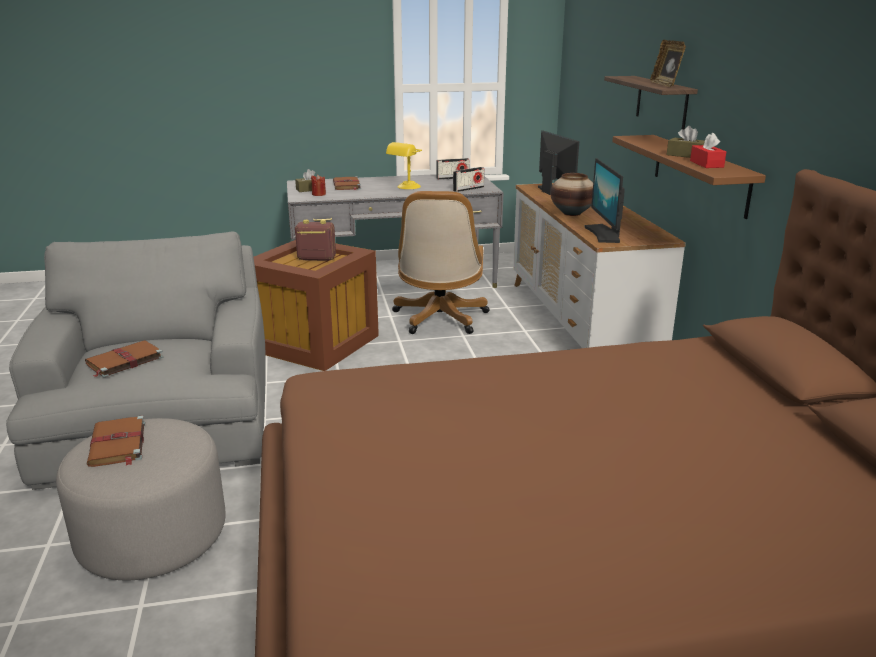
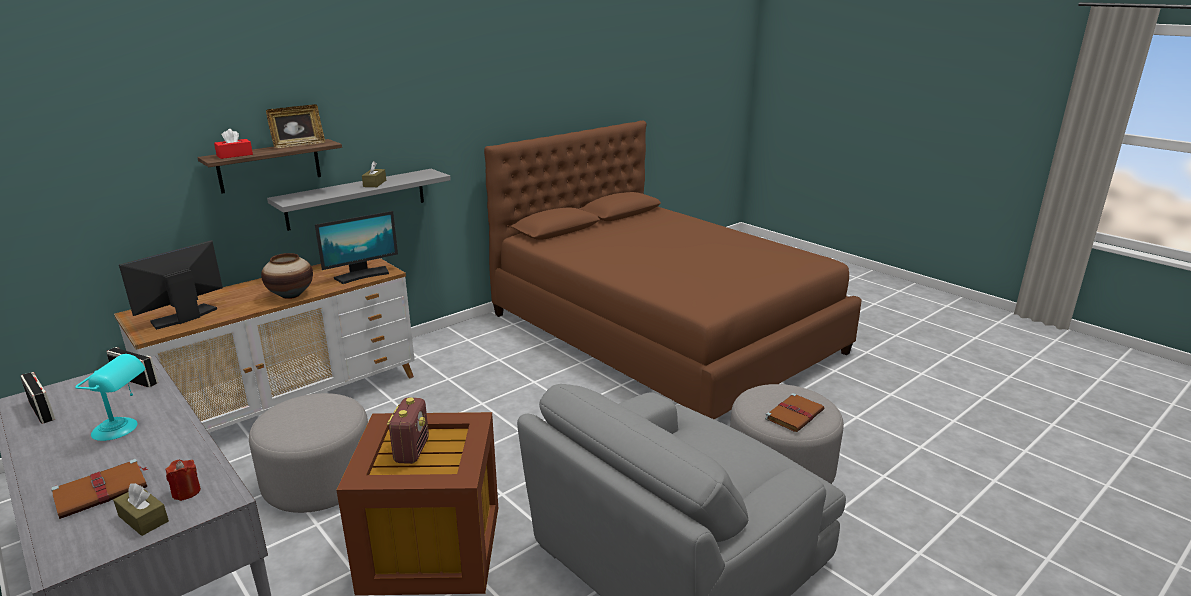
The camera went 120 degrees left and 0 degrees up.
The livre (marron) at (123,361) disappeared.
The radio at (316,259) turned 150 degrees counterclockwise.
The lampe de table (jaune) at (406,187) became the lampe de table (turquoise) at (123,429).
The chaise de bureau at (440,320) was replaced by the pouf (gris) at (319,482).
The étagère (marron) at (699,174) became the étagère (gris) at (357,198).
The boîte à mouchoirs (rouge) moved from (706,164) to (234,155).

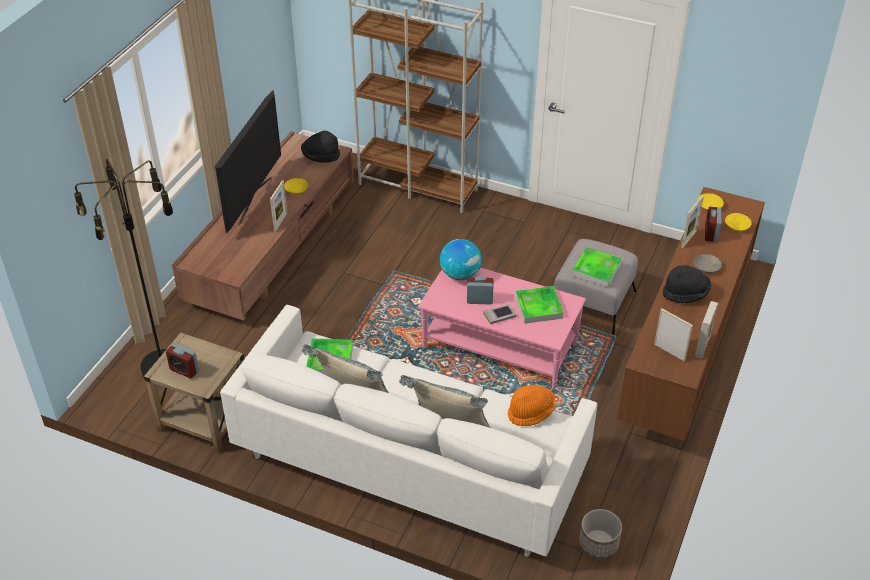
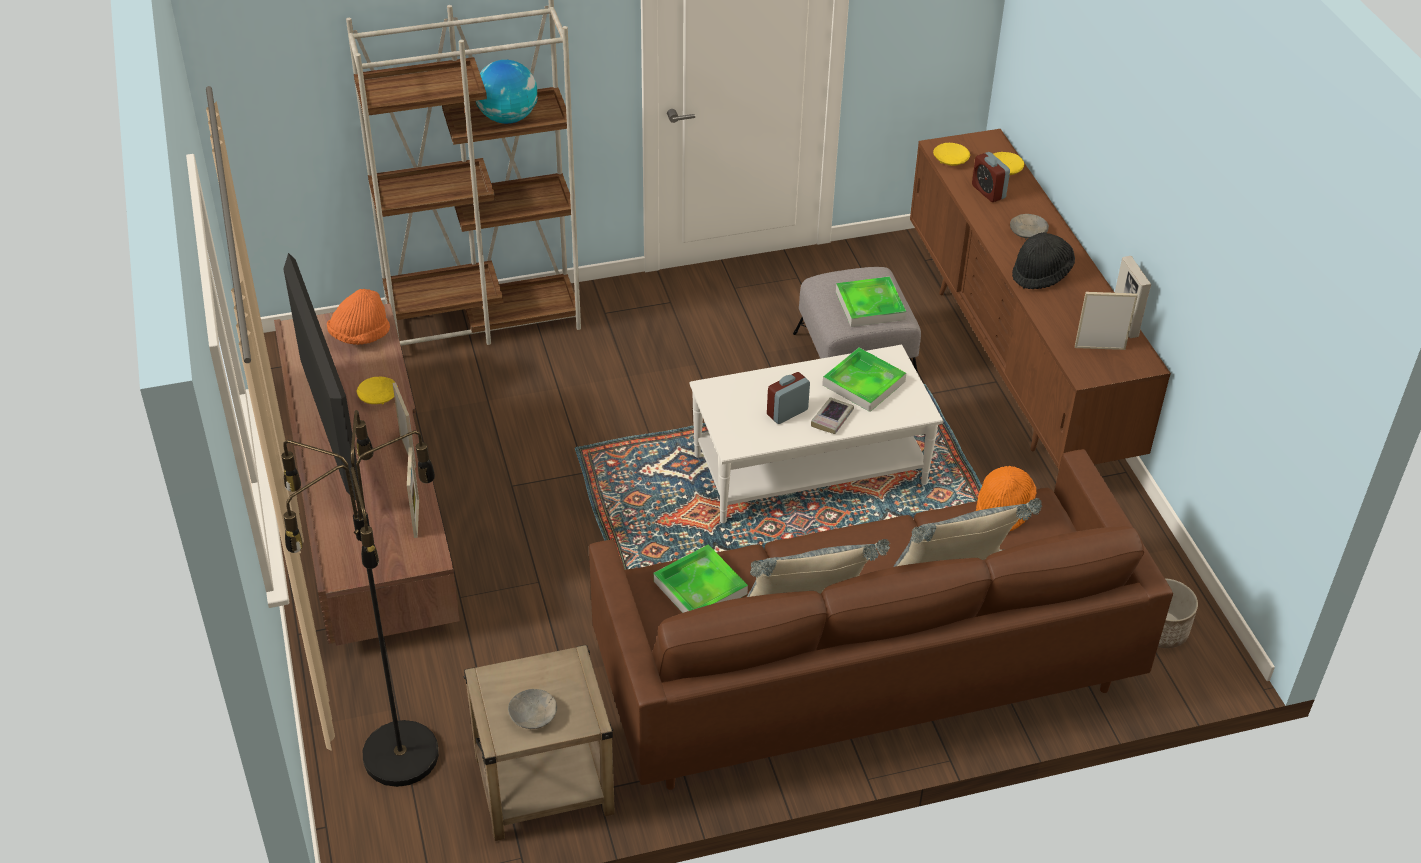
The camera went 40 degrees left and 0 degrees up.
The réveil at (184,370) was replaced by the bol (gris) at (533,715).
The canapé (blanc) at (409,463) became the canapé (marron) at (864,673).
The chapeau (noir) at (320,157) became the chapeau (orange) at (360,335).
The table basse (rose) at (498,346) became the table basse (blanc) at (808,470).
The globe moved from (460,274) to (507,118).
The cadre photo moved from (689,239) to (416,518).

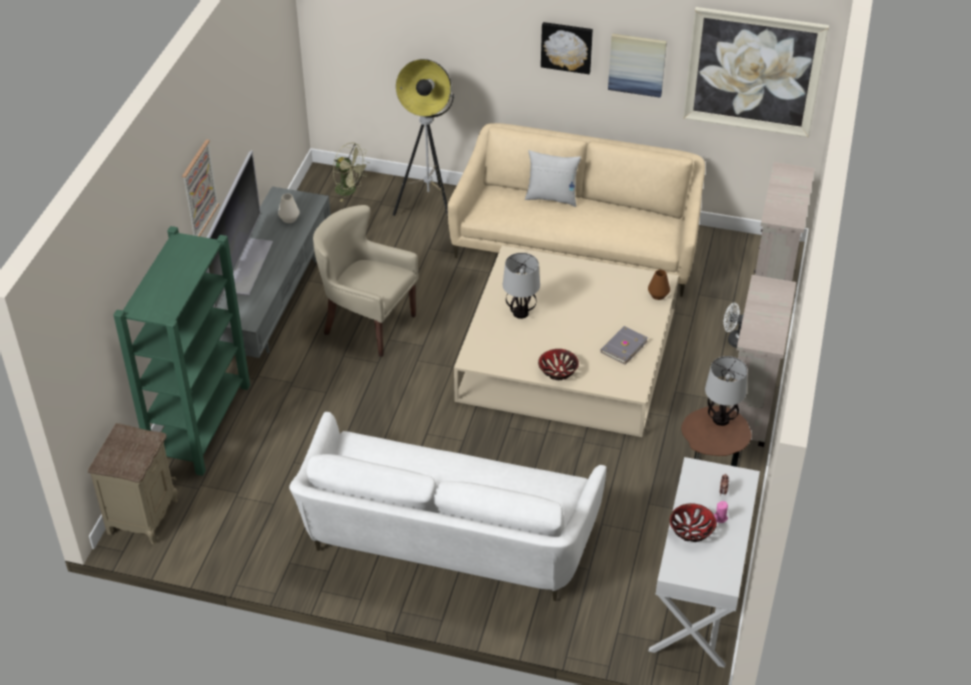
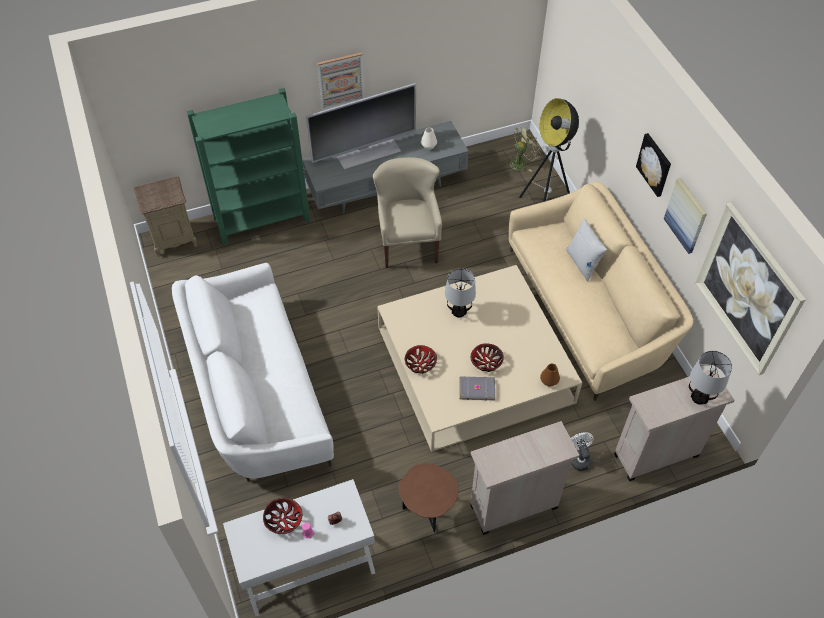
The camera went 55 degrees right and 10 degrees up.
The ventilateur (vert) at (350,191) turned 120 degrees counterclockwise.
The lampe de table moved from (720,420) to (698,398).
The bol at (486,362) appeared.

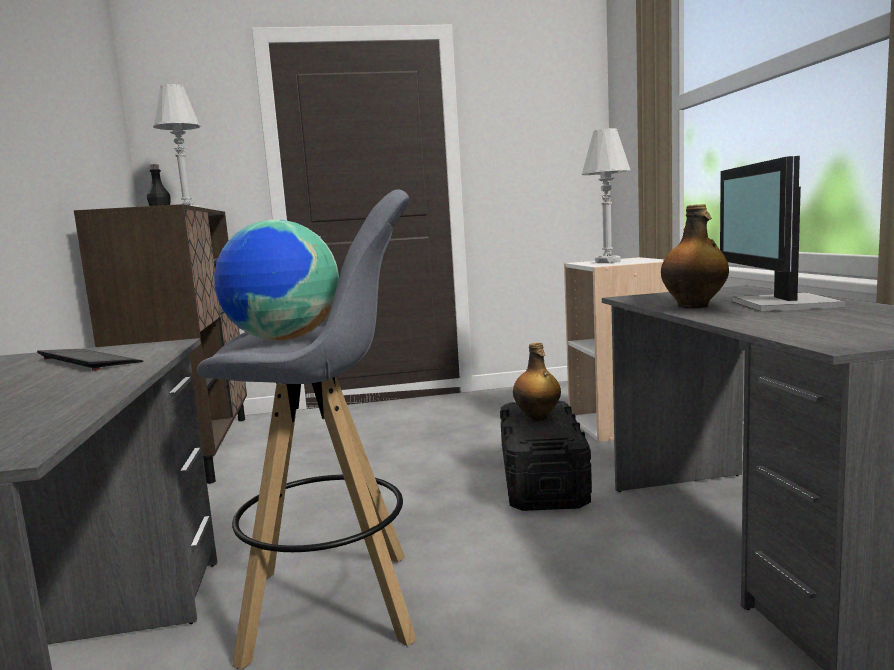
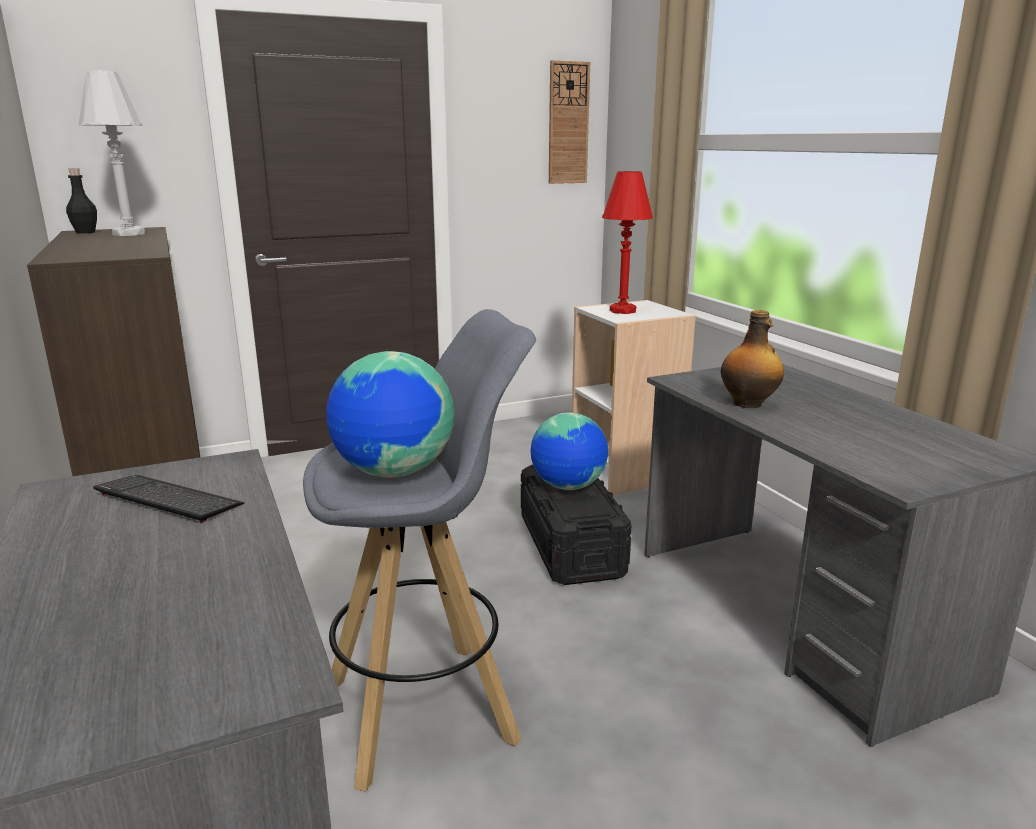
The camera went 15 degrees left and 10 degrees up.
The bouteille at (537,417) was replaced by the globe at (568,486).
The lampe de table (blanc) at (607,262) became the lampe de table (rouge) at (622,311).
The écran d'ordinateur at (780,304) disappeared.
The horloge murale at (568,123) appeared.

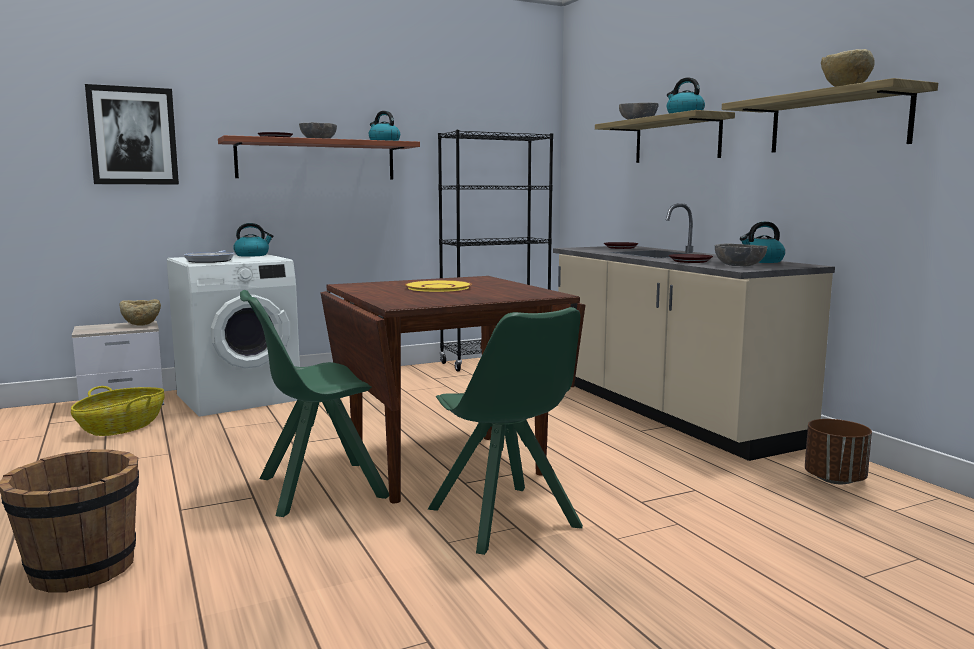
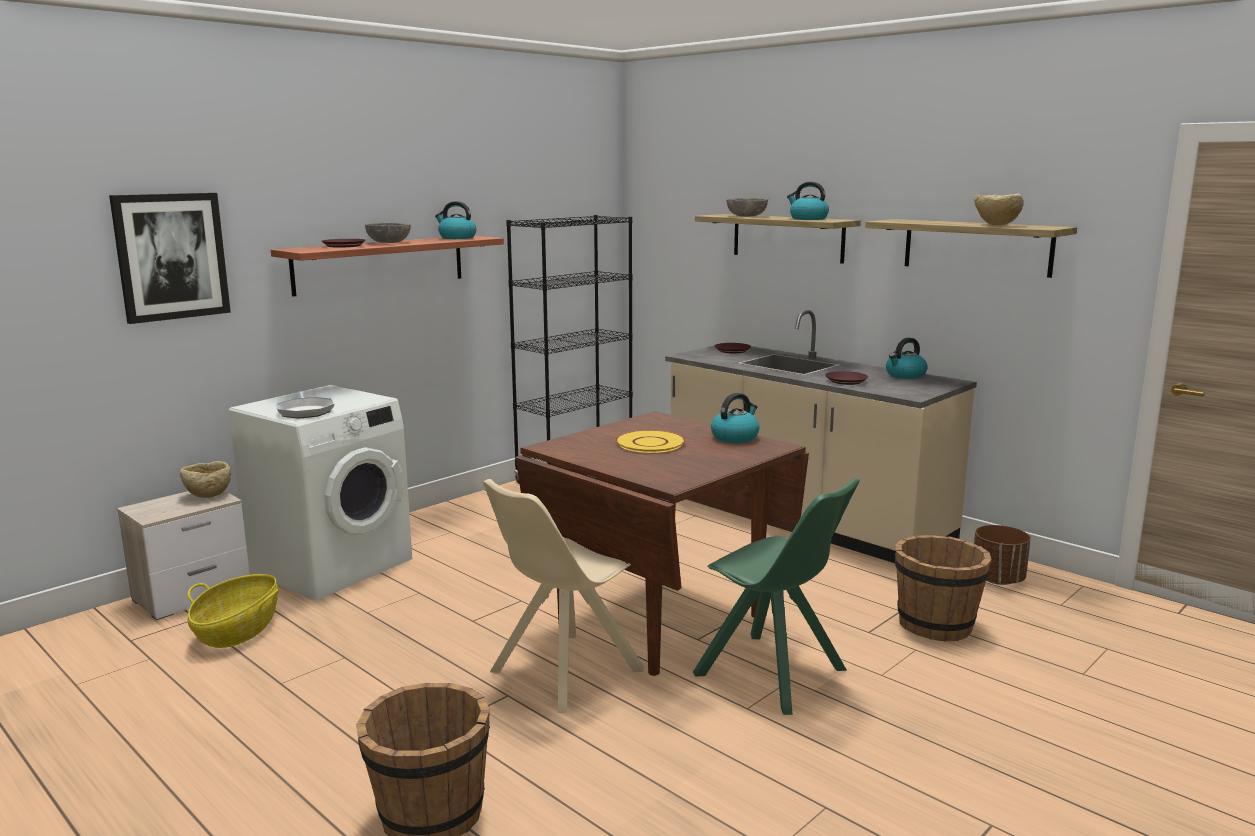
The camera went 20 degrees left and 5 degrees up.
The bouilloire moved from (252,255) to (735,437).
The chaise (vert) at (318,488) became the chaise (beige) at (563,672).
The bol (gris) at (739,266) disappeared.
The seau (marron) at (935,625) appeared.

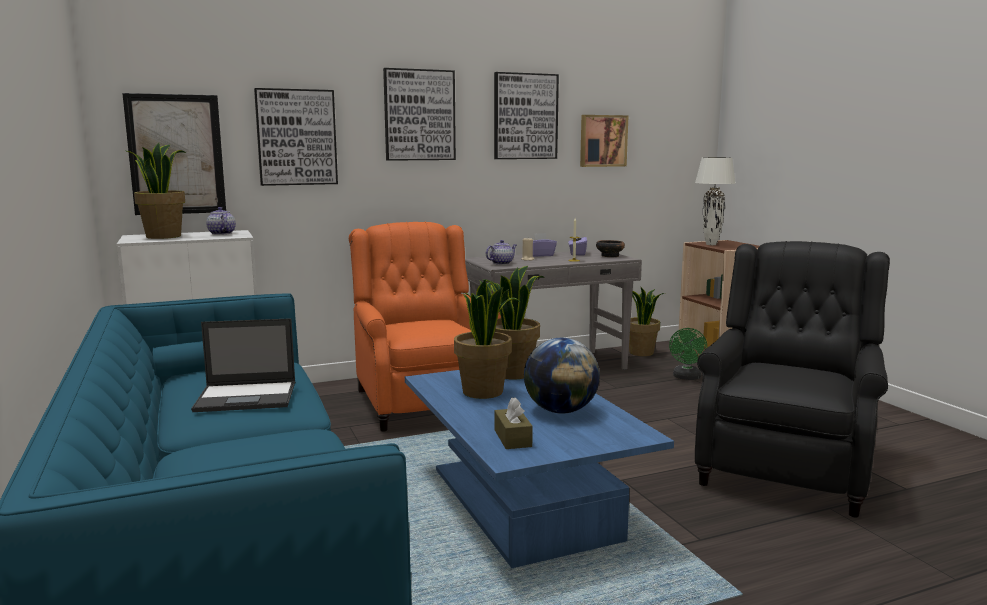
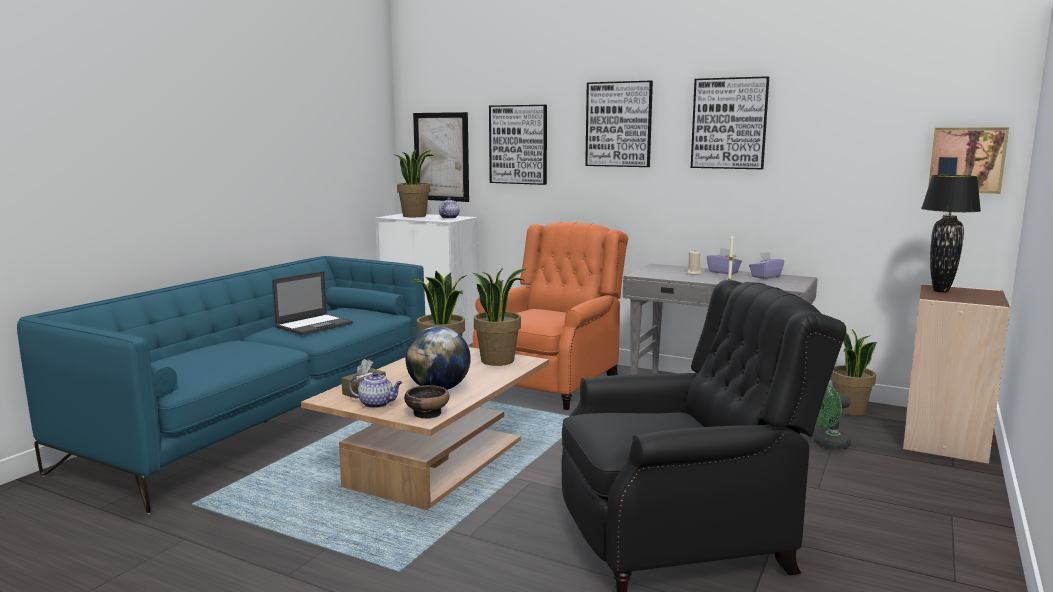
The camera went 50 degrees right and 0 degrees up.
The ordinateur portable at (248,397) turned 90 degrees counterclockwise.
The table basse (bleu) at (522,503) became the table basse (marron) at (437,462).
The théière moved from (501,263) to (377,404).
The tableau moved from (602,141) to (967,160).
The bol moved from (609,256) to (427,413).
The lampe de table (blanc) at (711,244) became the lampe de table (noir) at (940,291).

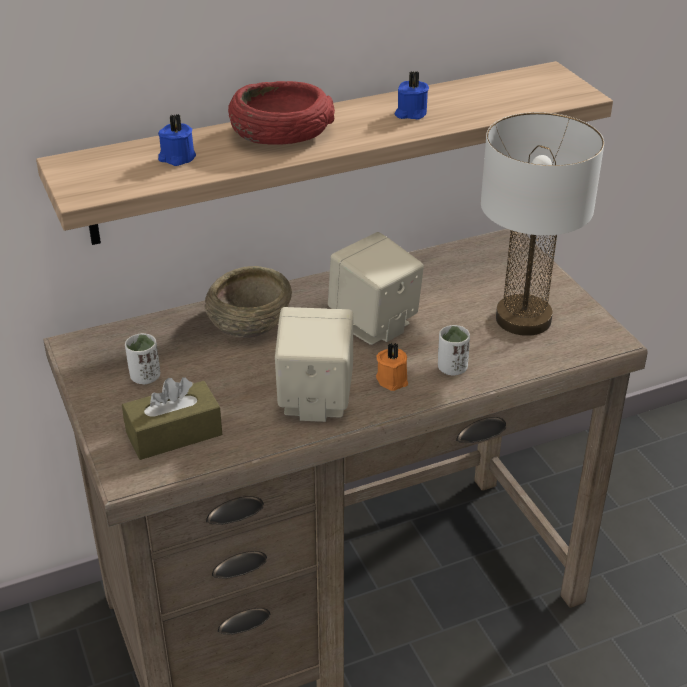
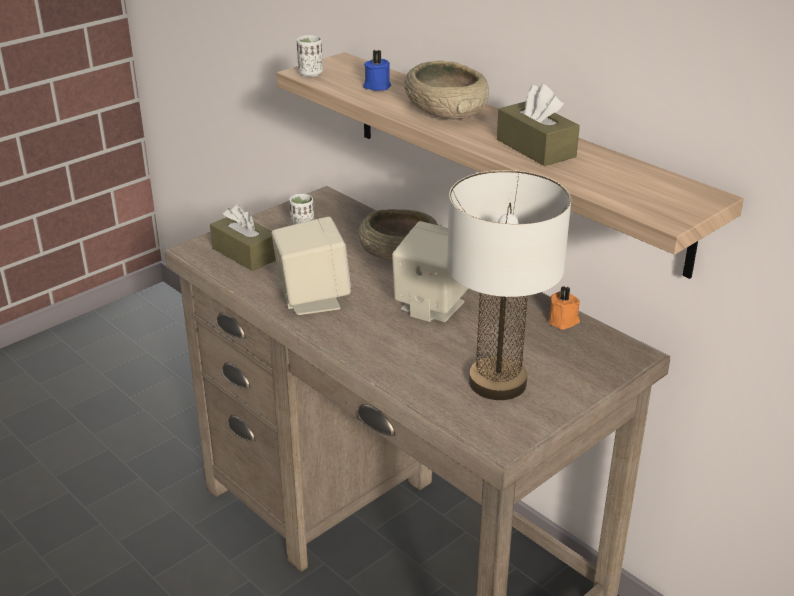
The camera went 70 degrees right and 5 degrees down.
The bol (rouge) at (280,134) became the bol (beige) at (447,109).
The bougie (orange) moved from (393,379) to (564,321).
The bougie (bleu) at (410,113) was replaced by the boîte à mouchoirs (marron) at (535,148).
The tasse (blanc) moved from (452,368) to (310,73).

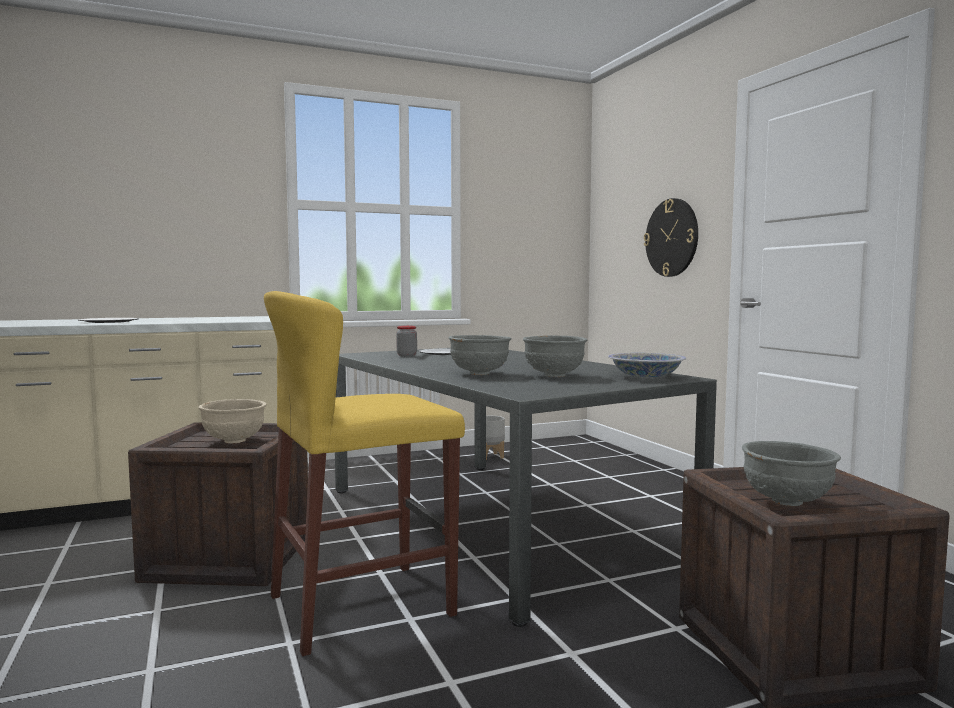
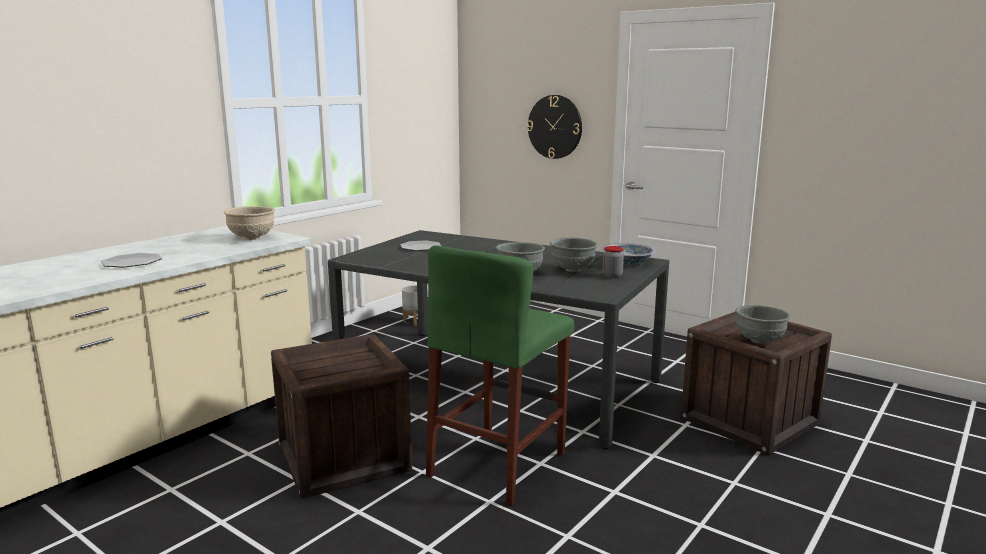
The camera went 30 degrees left and 10 degrees up.
The bol (beige) moved from (234,441) to (252,238).
The tabouret (jaune) at (362,605) became the tabouret (vert) at (498,464).
The bocal moved from (407,355) to (612,276).

